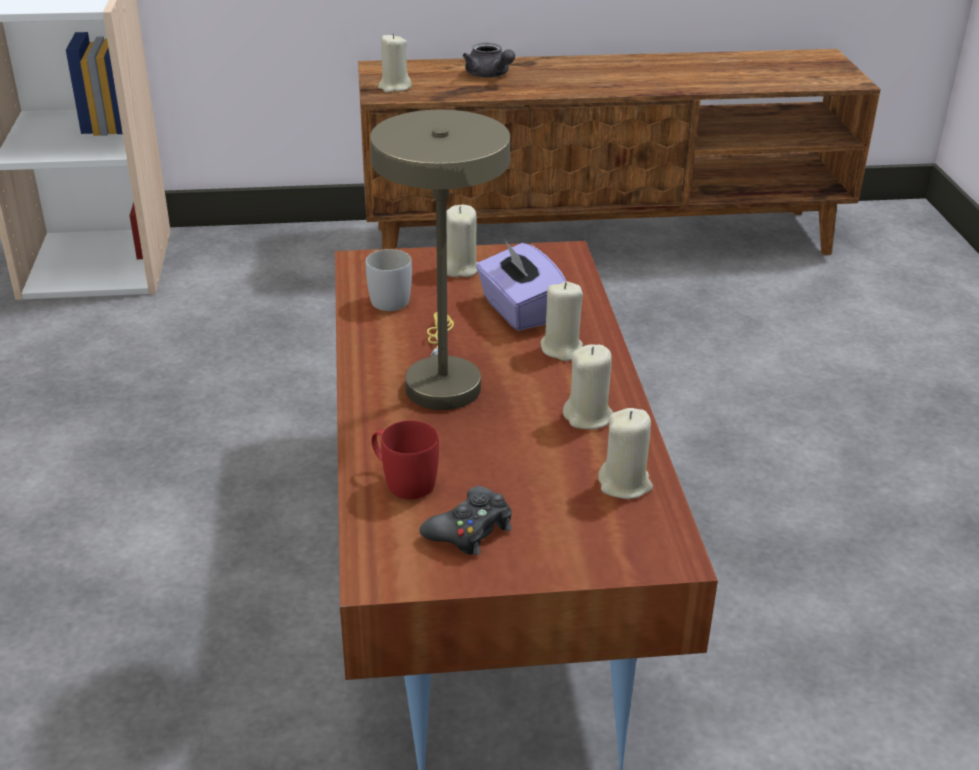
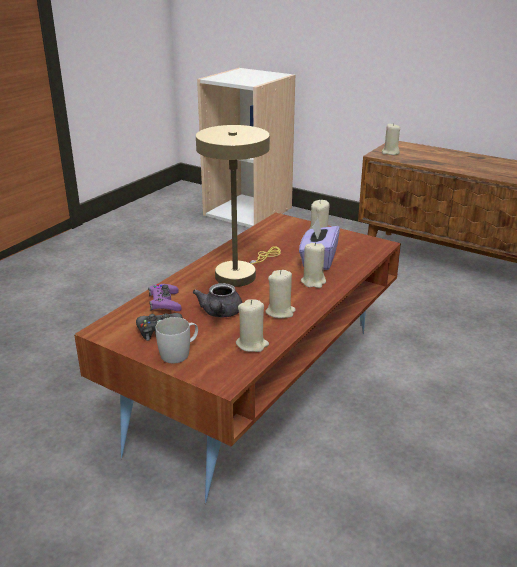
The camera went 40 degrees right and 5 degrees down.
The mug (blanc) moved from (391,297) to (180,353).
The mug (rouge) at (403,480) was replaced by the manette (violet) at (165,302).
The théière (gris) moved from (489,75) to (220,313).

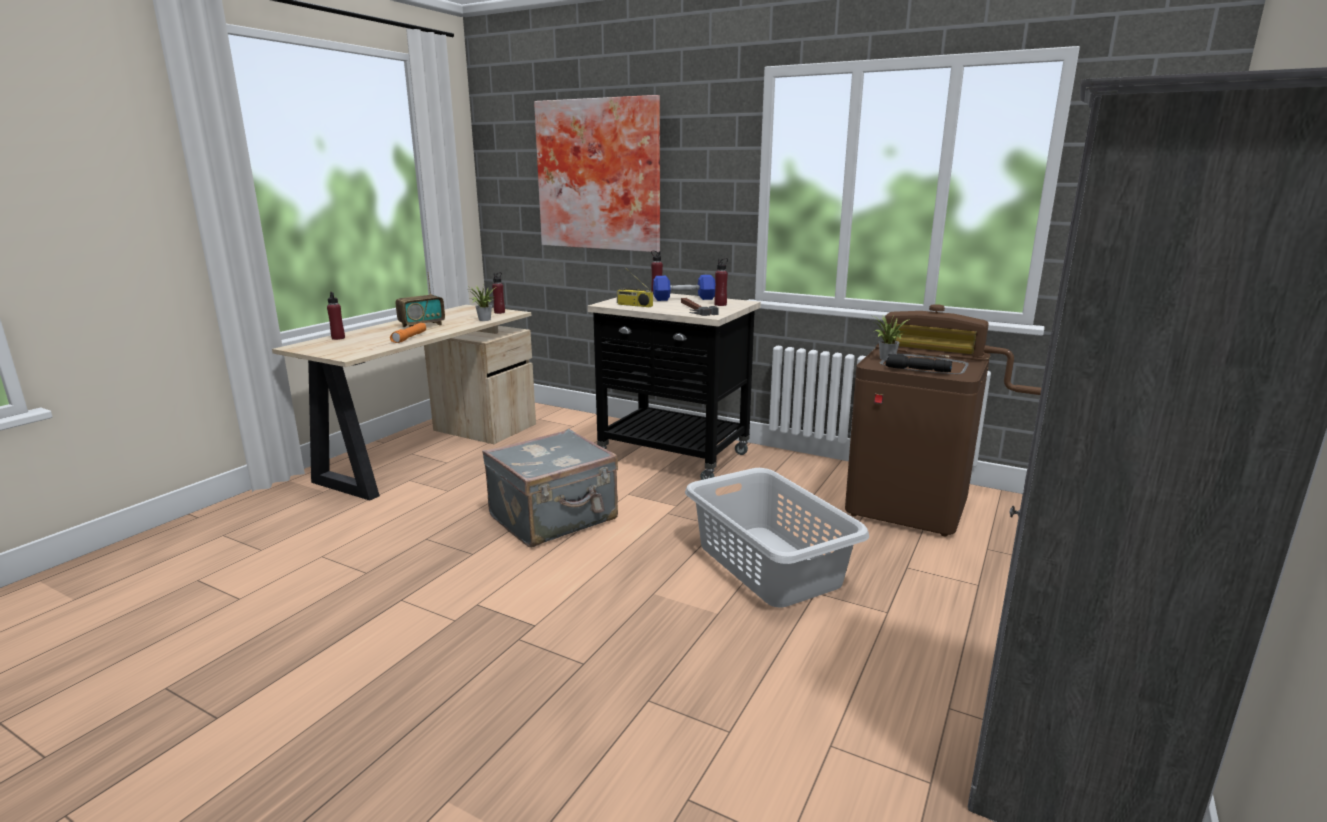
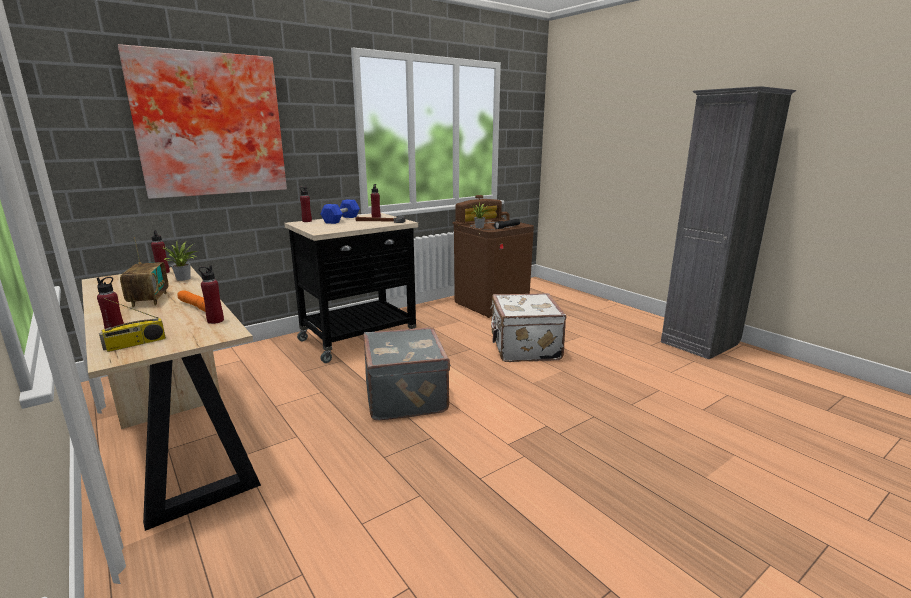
The camera went 65 degrees left and 0 degrees up.
The radio moved from (634,305) to (135,344).
The panier à linge (gris) at (768,565) was replaced by the valise (blanc) at (523,348).
The bouteille (rouge) at (215,321) appeared.

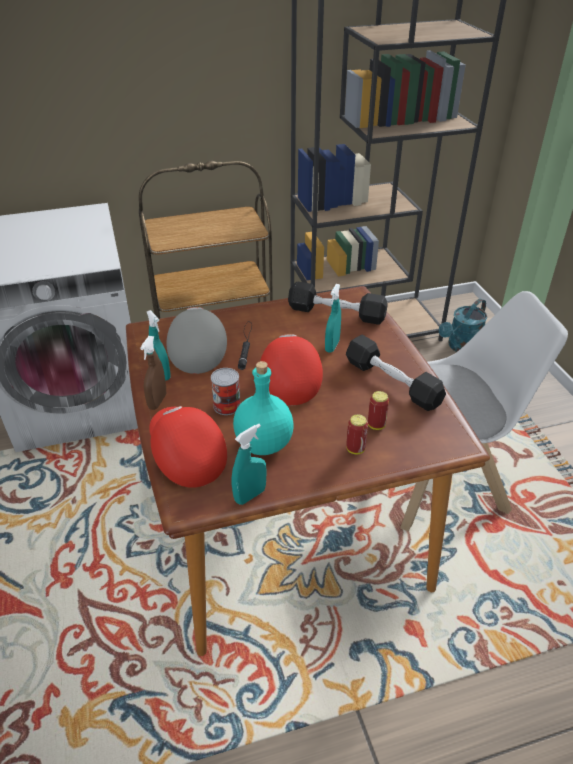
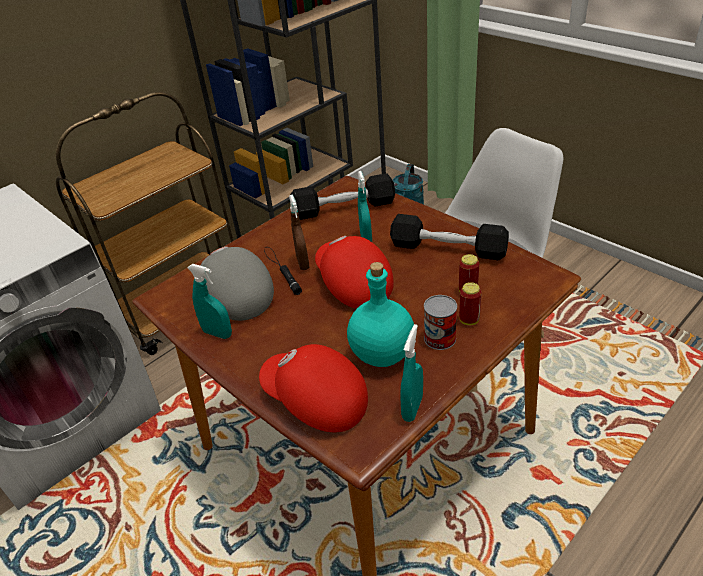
The camera went 25 degrees left and 0 degrees up.
The vaporisateur (marron) moved from (157,401) to (303,263).
The boîte métallique moved from (227,406) to (440,338).

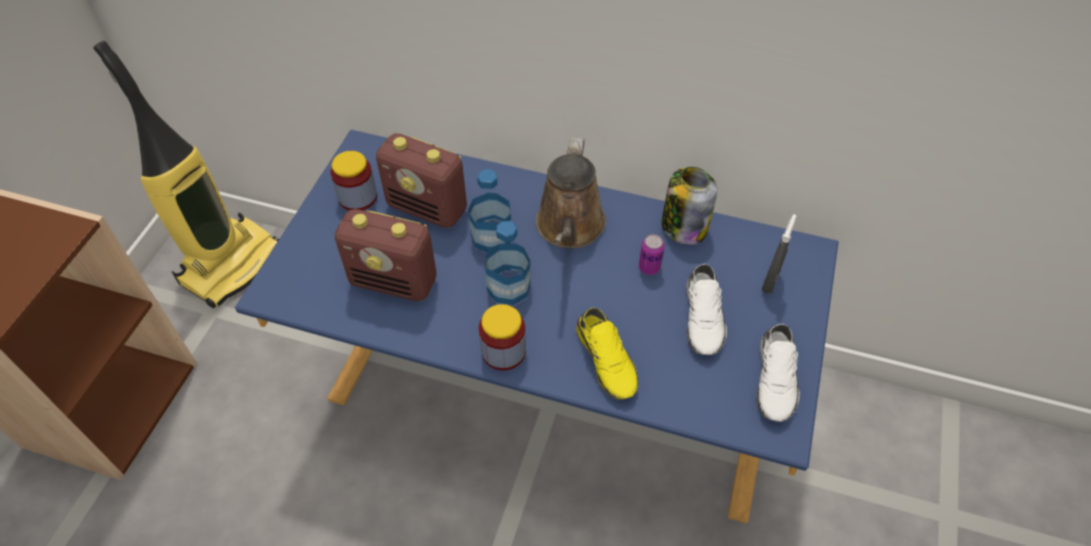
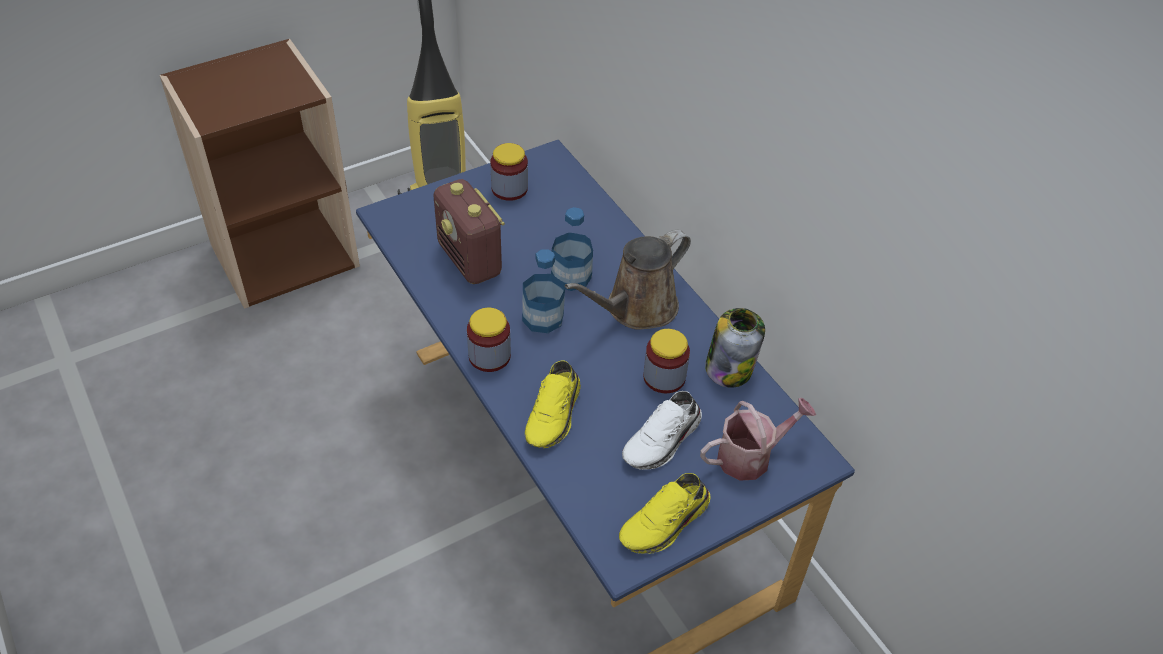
The camera went 40 degrees right and 5 degrees down.
The radio at (428,208) disappeared.
The boîte métallique at (649,267) was replaced by the bocal at (664,377).
The chaussure (blanc) at (776,380) became the chaussure (jaune) at (665,524).
The vaporisateur (gris) at (770,282) was replaced by the arrosoir at (751,456).

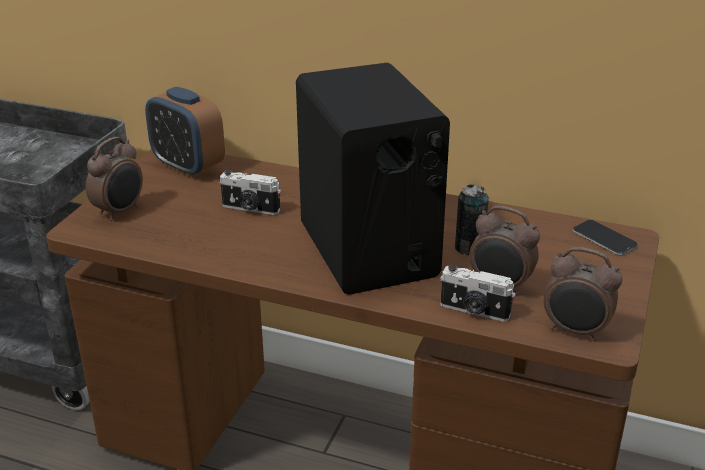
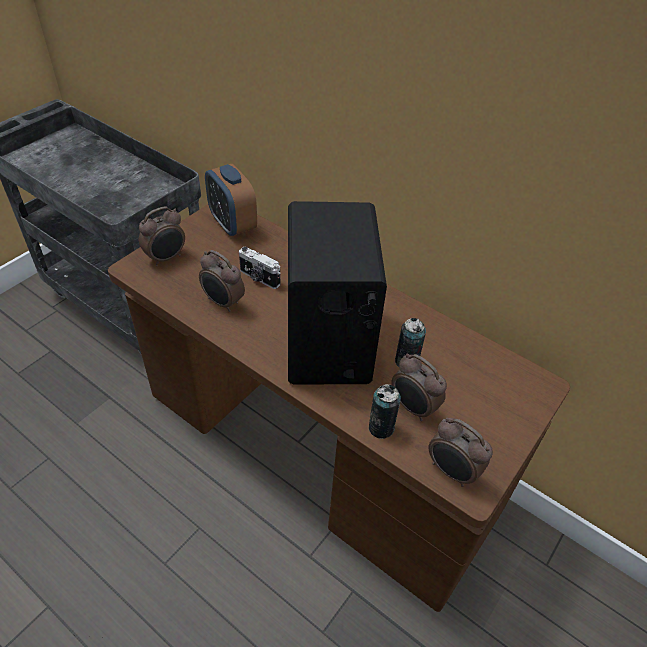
The camera went 15 degrees right and 15 degrees up.
The appareil photo at (474,311) was replaced by the boîte métallique at (381,427).
The téléphone at (604,239) disappeared.
The réveil at (223,303) appeared.

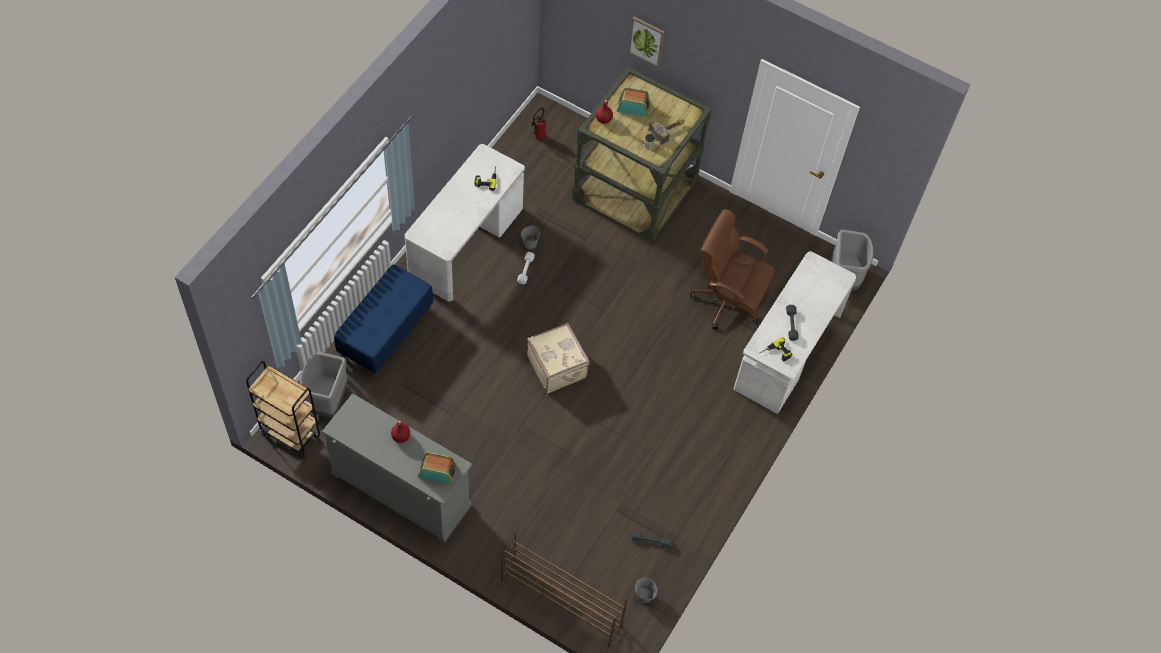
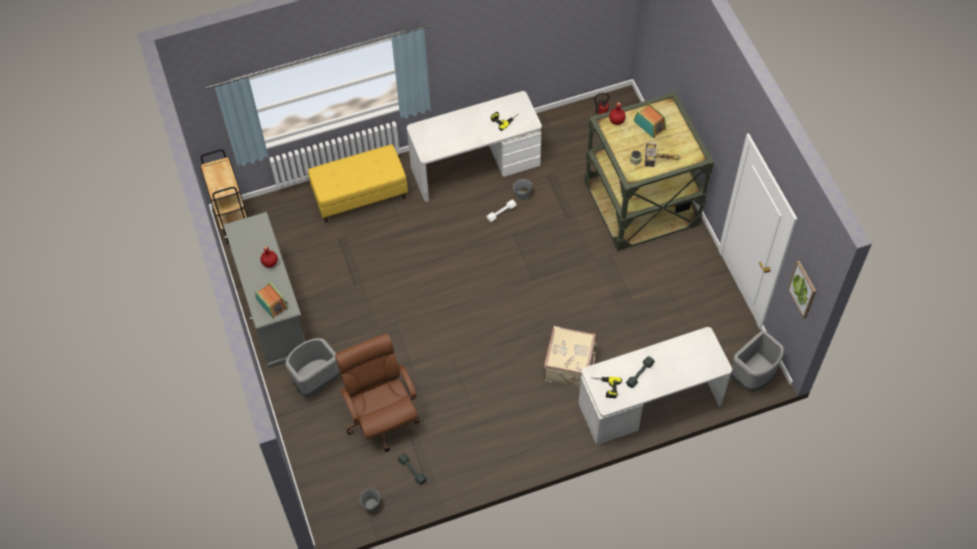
The camera went 45 degrees right and 0 degrees up.
The poubelle (gris) moved from (327,401) to (316,381).
The banc (bleu) at (386,333) became the banc (jaune) at (360,195).
The étagère à chaussures (marron) at (560,602) disappeared.
The valise (beige) moved from (557,366) to (570,365).
The tableau moved from (646,41) to (803,289).
The chaise de bureau (marron) moved from (727,301) to (382,418).

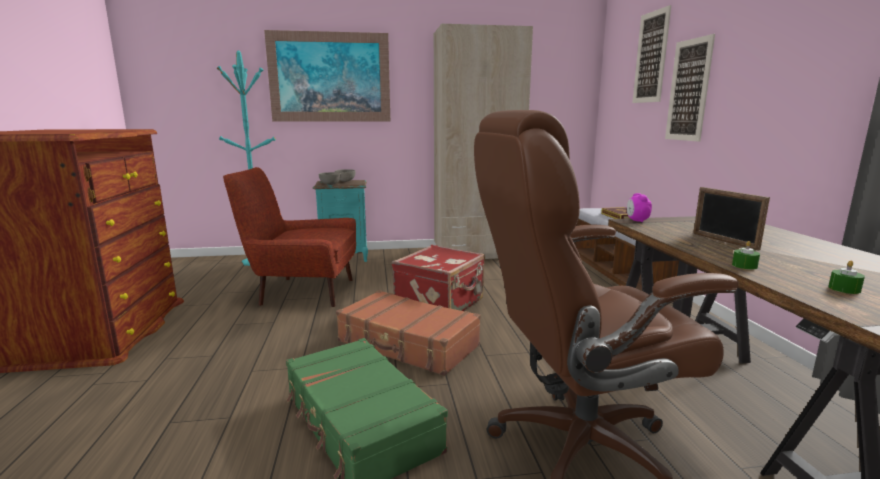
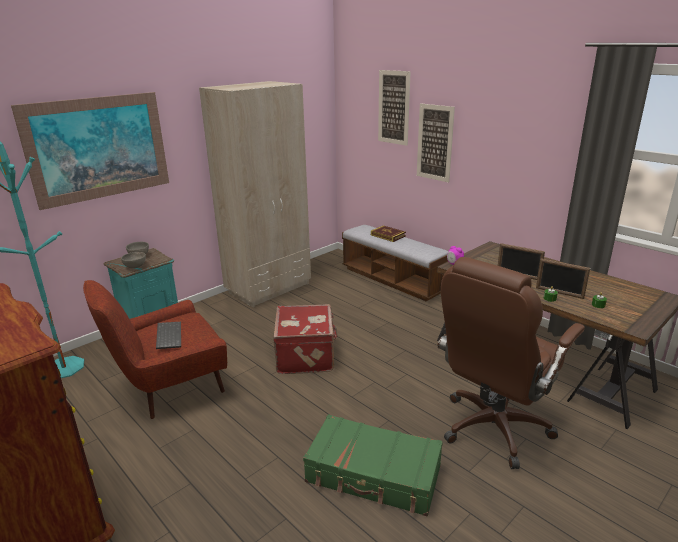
The camera went 35 degrees left and 10 degrees up.
The valise (marron) at (407,344) disappeared.
The clavier at (168,336) appeared.
The cadre photo at (559,293) appeared.

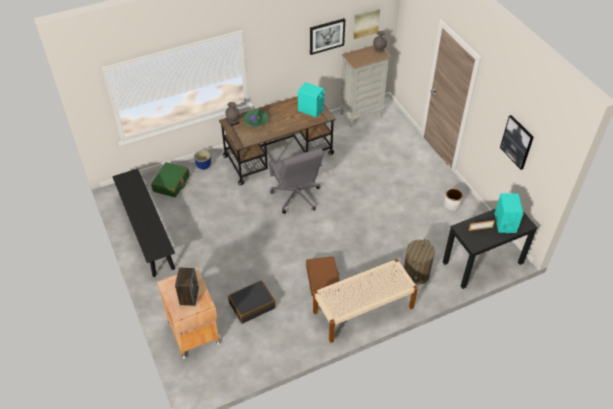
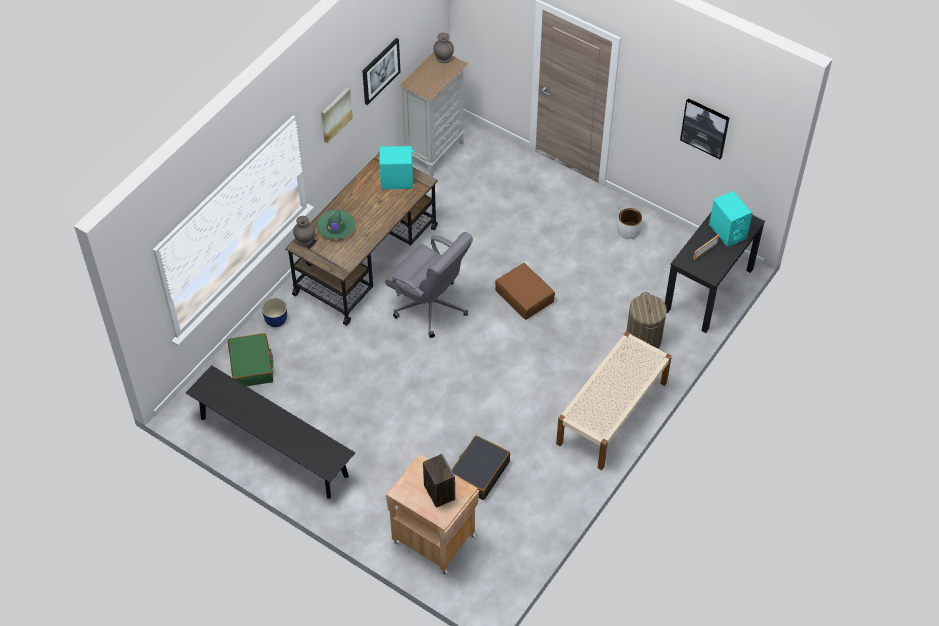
The camera went 30 degrees left and 5 degrees up.
The valise (marron) moved from (323,280) to (524,296).
The tableau moved from (366,23) to (335,114).

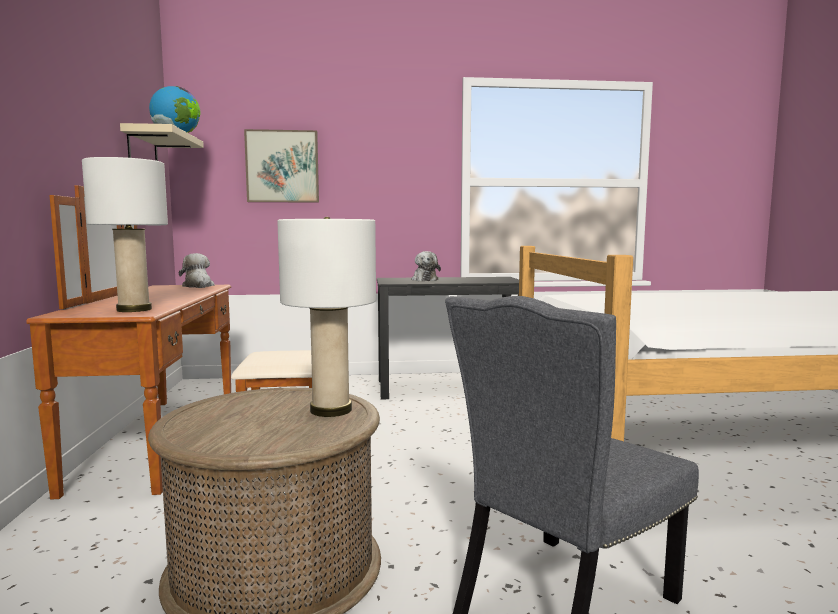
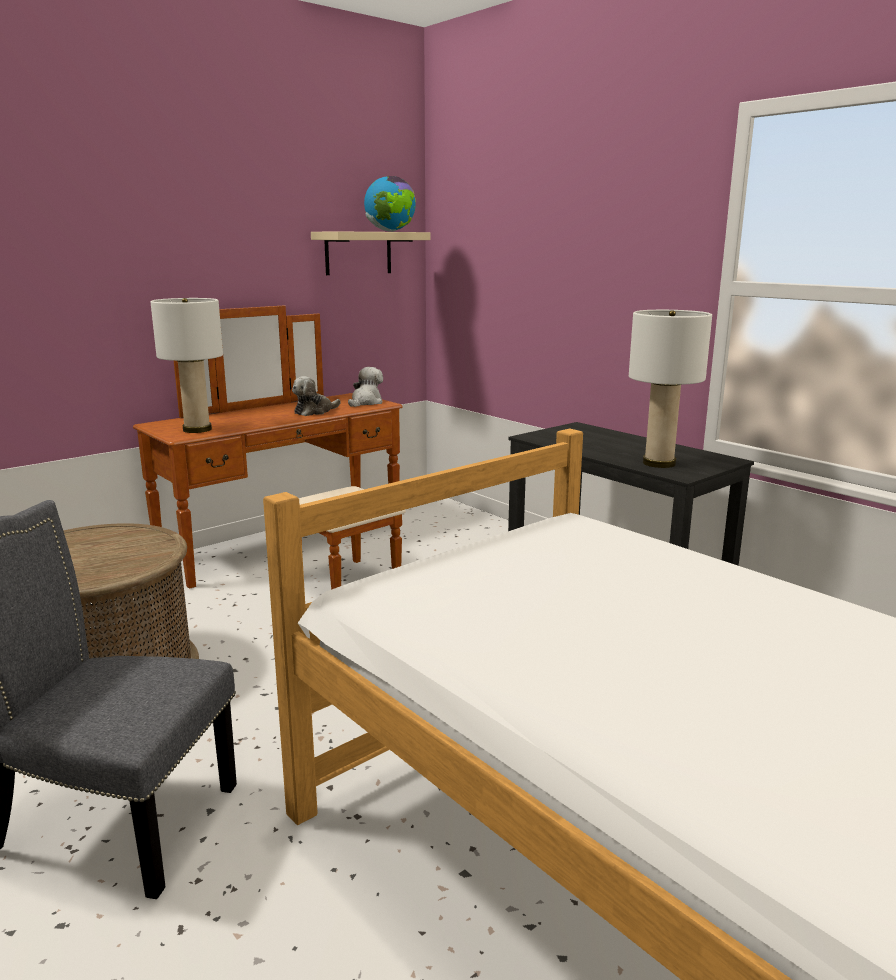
The camera went 55 degrees right and 10 degrees up.
The tableau at (282,166) disappeared.
The lampe de table (blanc) moved from (330,410) to (658,463).
The peluche moved from (424,280) to (314,411).

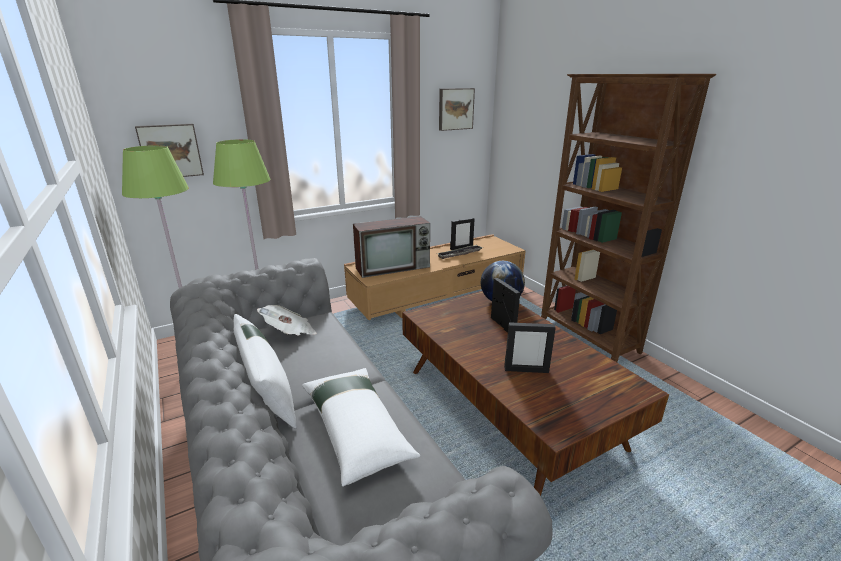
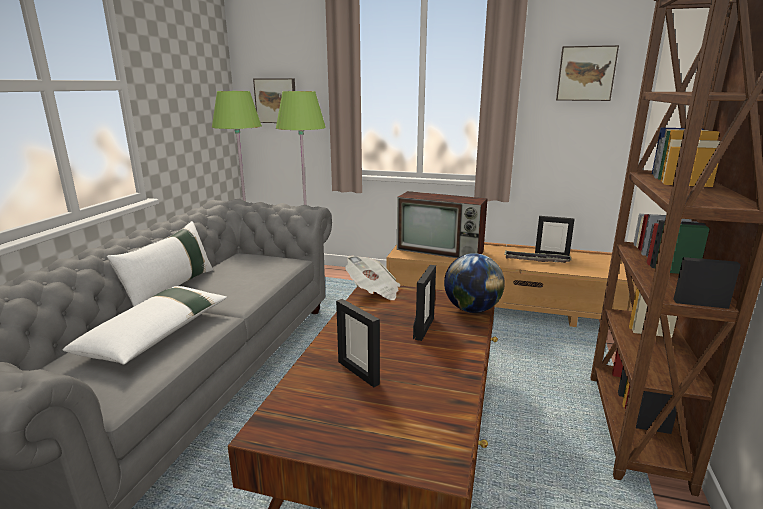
The camera went 45 degrees right and 5 degrees down.
The journal moved from (290,333) to (373,291).

